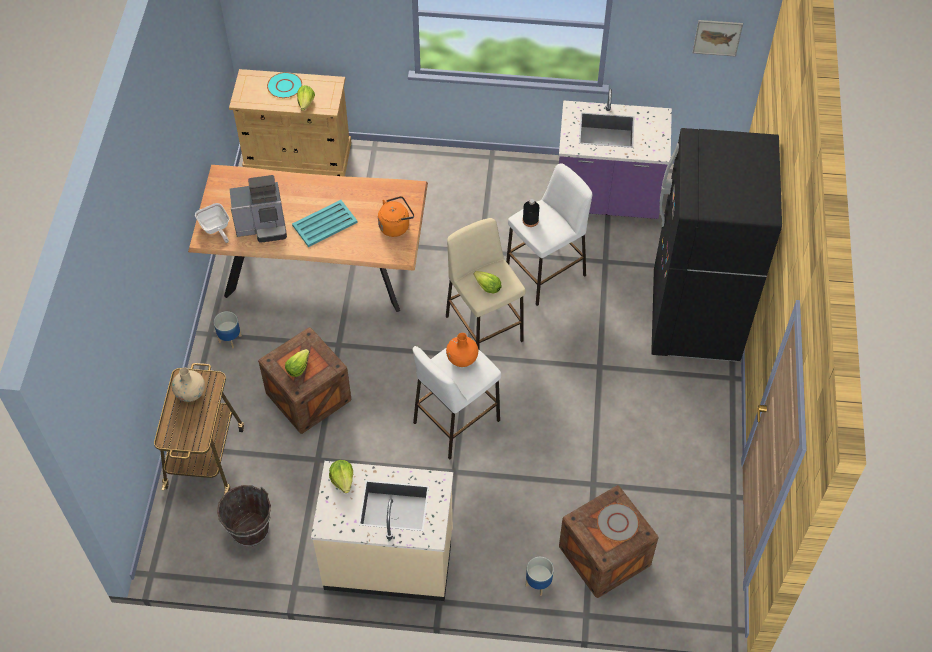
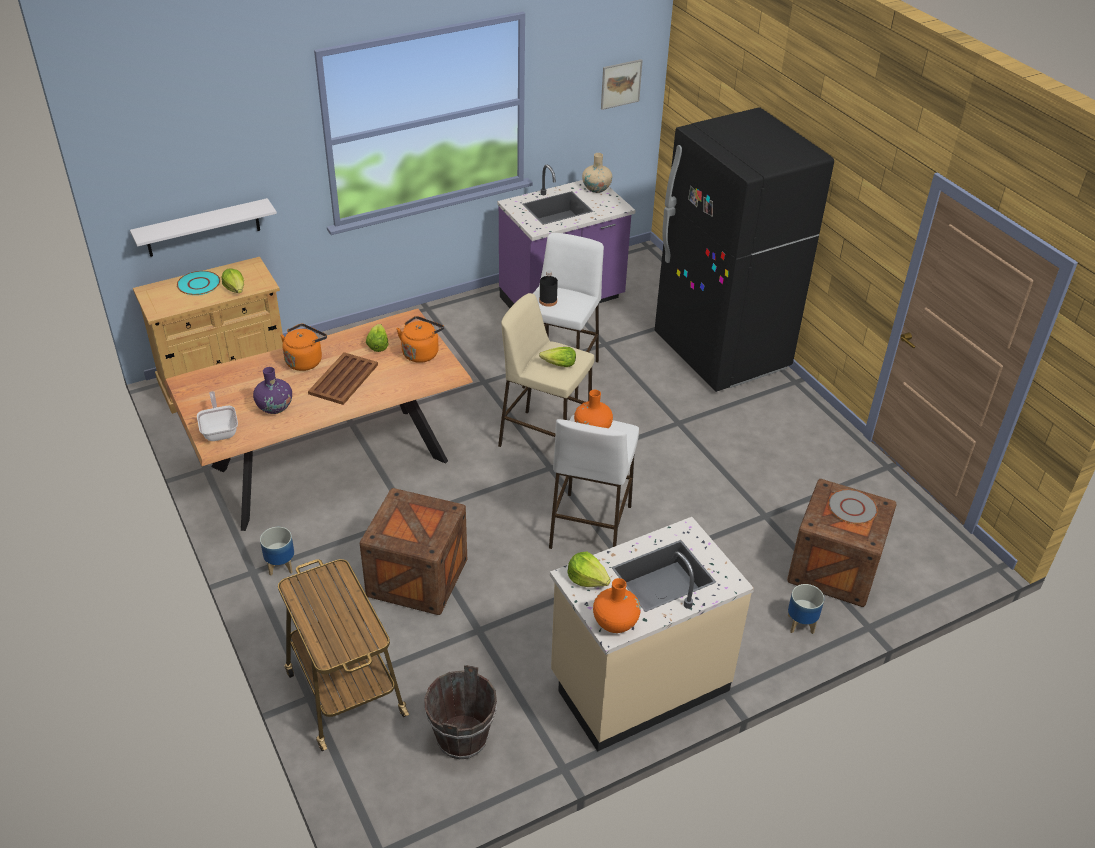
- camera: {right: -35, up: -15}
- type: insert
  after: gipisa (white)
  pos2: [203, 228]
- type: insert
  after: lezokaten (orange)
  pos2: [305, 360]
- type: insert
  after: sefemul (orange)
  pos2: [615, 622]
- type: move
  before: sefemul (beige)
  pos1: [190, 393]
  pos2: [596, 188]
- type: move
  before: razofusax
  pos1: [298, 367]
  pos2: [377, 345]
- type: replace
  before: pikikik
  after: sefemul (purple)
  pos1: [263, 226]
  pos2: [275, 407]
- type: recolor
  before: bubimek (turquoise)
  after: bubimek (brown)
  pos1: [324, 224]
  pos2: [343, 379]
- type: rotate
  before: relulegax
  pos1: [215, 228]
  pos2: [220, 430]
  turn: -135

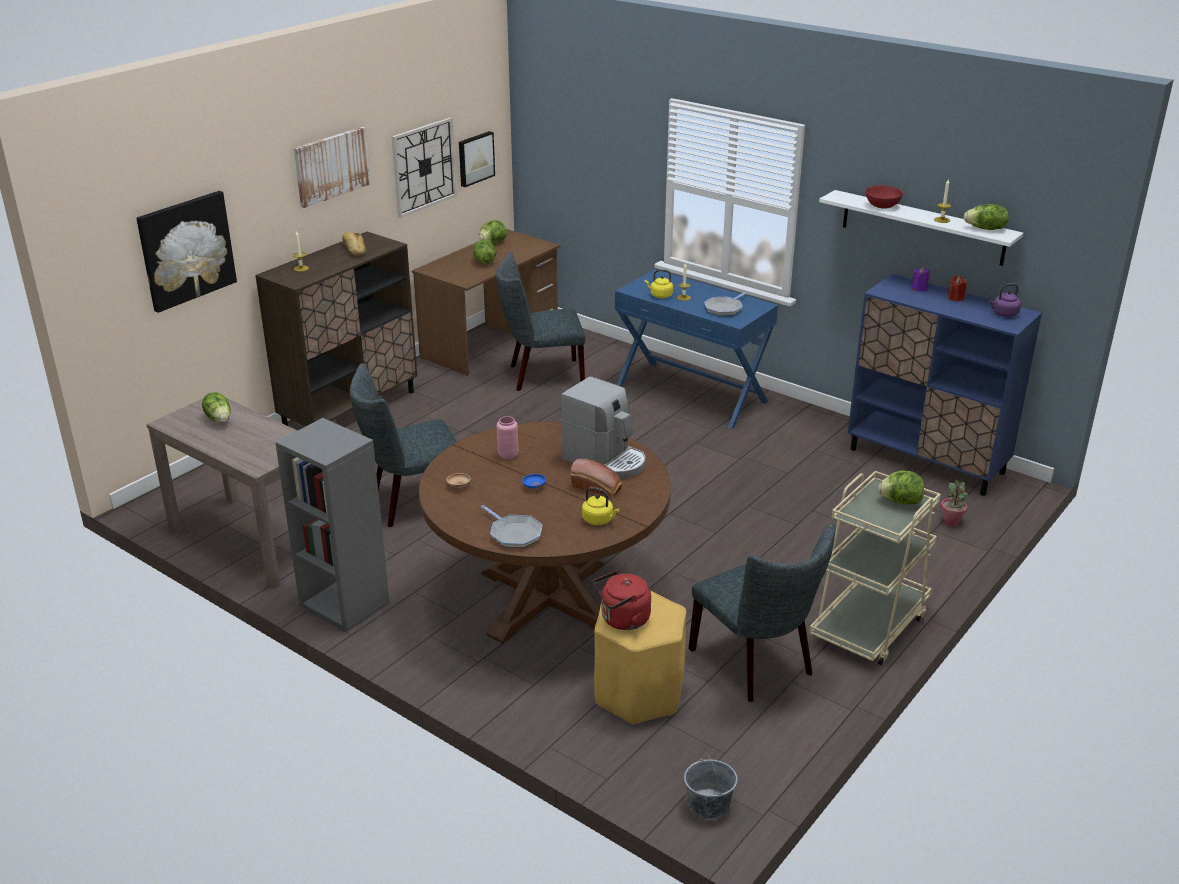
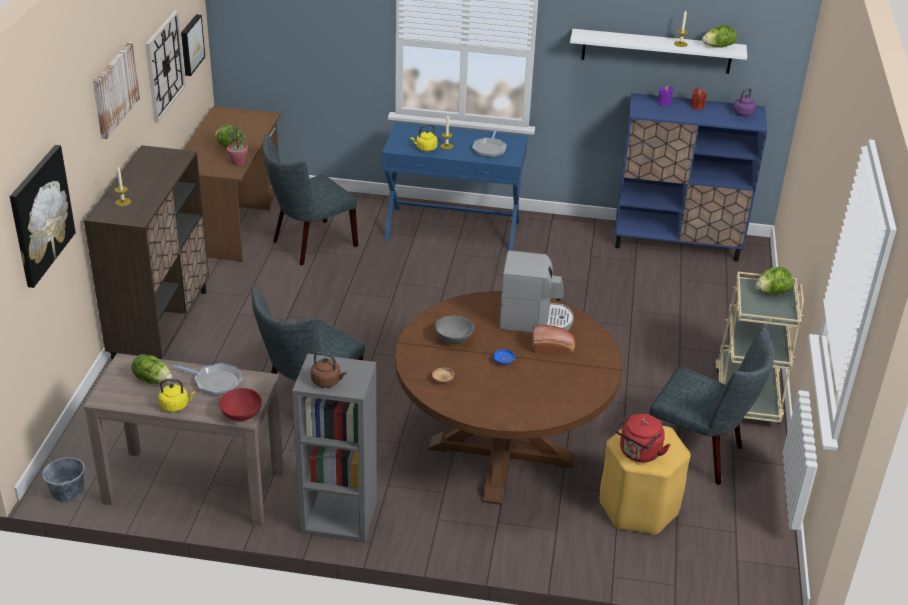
- camera: {right: -30, up: 5}
- type: delete
  before: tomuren
  pos1: [354, 249]
- type: delete
  before: razofusax
  pos1: [492, 243]
- type: insert
  after: lezokaten (brown)
  pos2: [327, 382]
- type: move
  before: relulegax
  pos1: [514, 534]
  pos2: [215, 382]
- type: move
  before: lezokaten (yellow)
  pos1: [599, 520]
  pos2: [176, 405]
- type: move
  before: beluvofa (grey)
  pos1: [709, 804]
  pos2: [67, 491]
- type: move
  before: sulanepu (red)
  pos1: [882, 206]
  pos2: [241, 415]
- type: move
  before: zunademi
  pos1: [951, 521]
  pos2: [238, 162]
- type: replace
  before: sefemul (pink)
  after: sulanepu (grey)
  pos1: [508, 455]
  pos2: [453, 339]

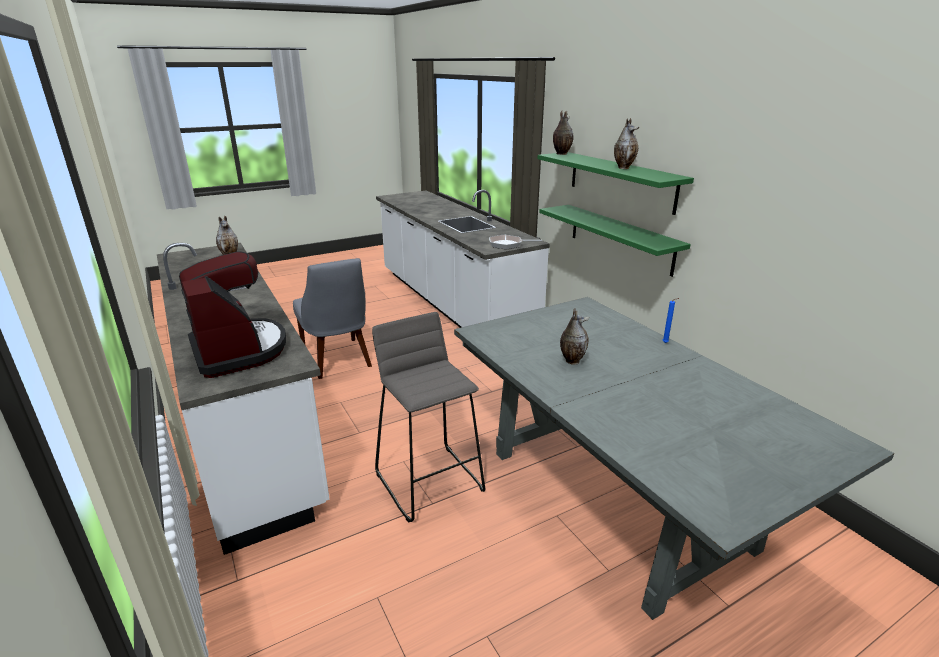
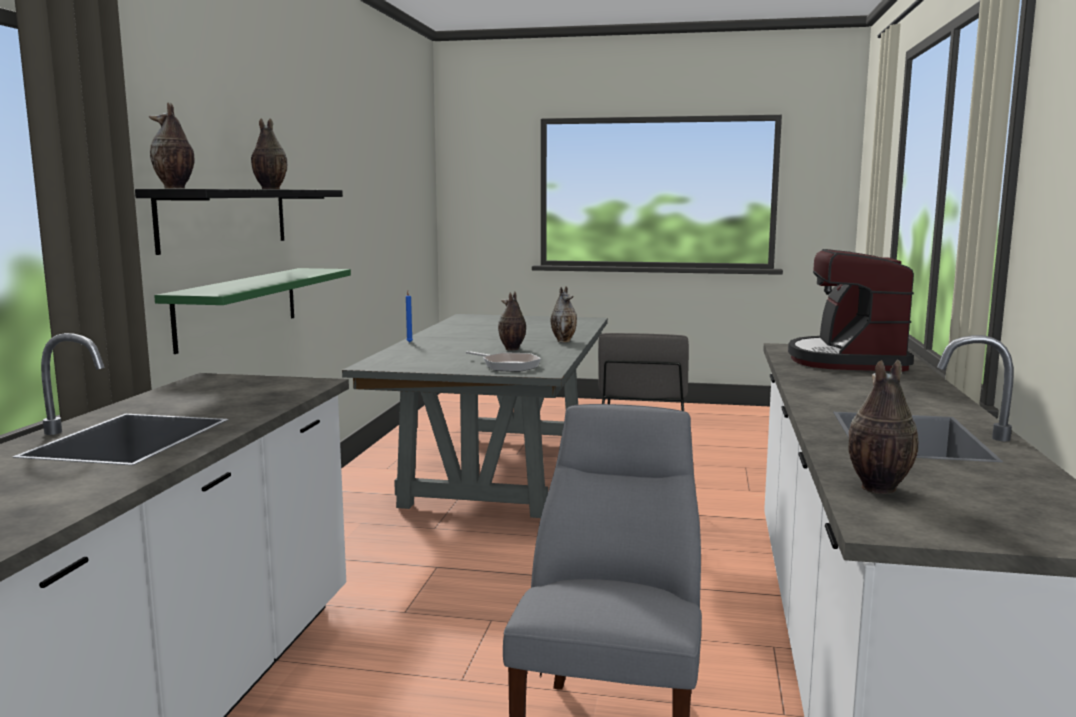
- camera: {right: -140, up: -15}
- type: insert
  after: sefemul
  pos2: [564, 341]
- type: move
  before: relulegax
  pos1: [508, 244]
  pos2: [507, 366]
- type: recolor
  before: gipisa (green)
  after: gipisa (black)
  pos1: [620, 181]
  pos2: [225, 218]

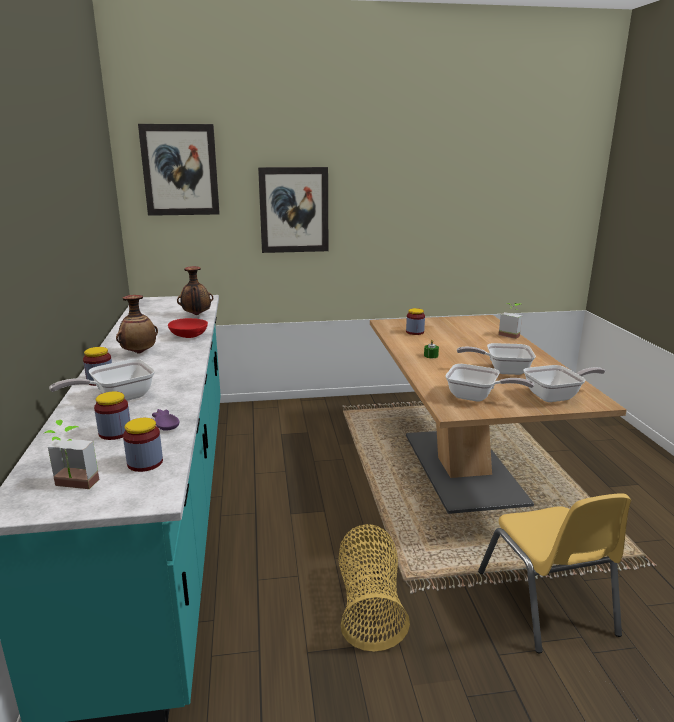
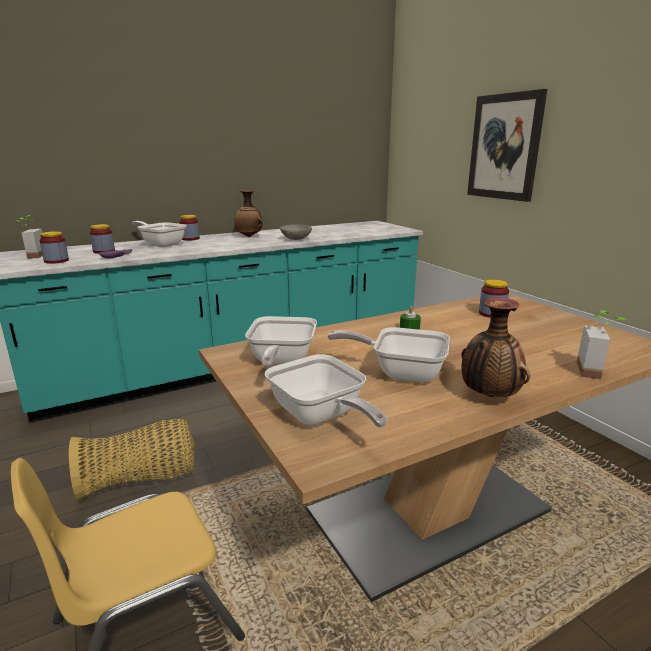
- camera: {right: 70, up: 0}
- type: delete
  before: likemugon
  pos1: [180, 170]
- type: move
  before: sefemul
  pos1: [196, 315]
  pos2: [488, 396]
- type: recolor
  before: sulanepu (red)
  after: sulanepu (grey)
  pos1: [189, 336]
  pos2: [296, 239]
- type: rotate
  before: relulegax
  pos1: [502, 370]
  pos2: [400, 372]
  turn: -60

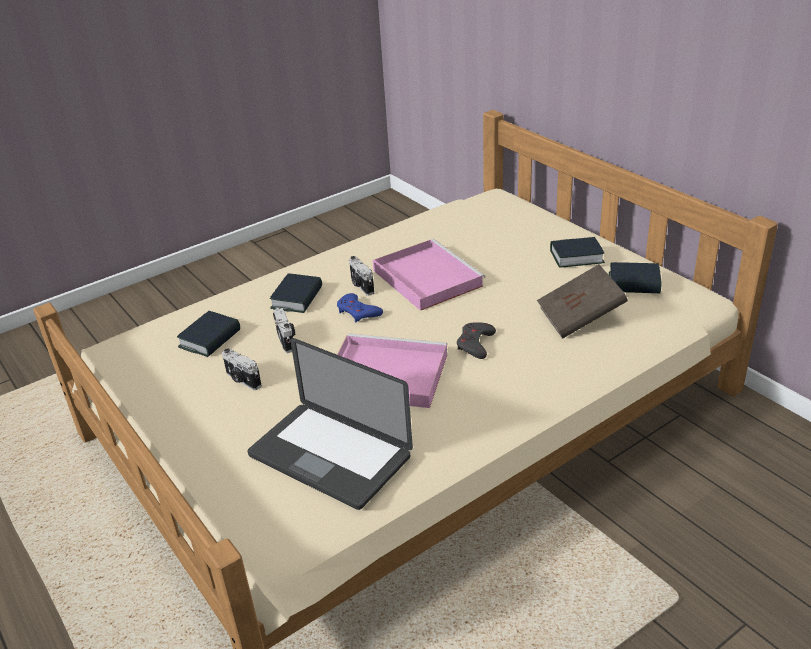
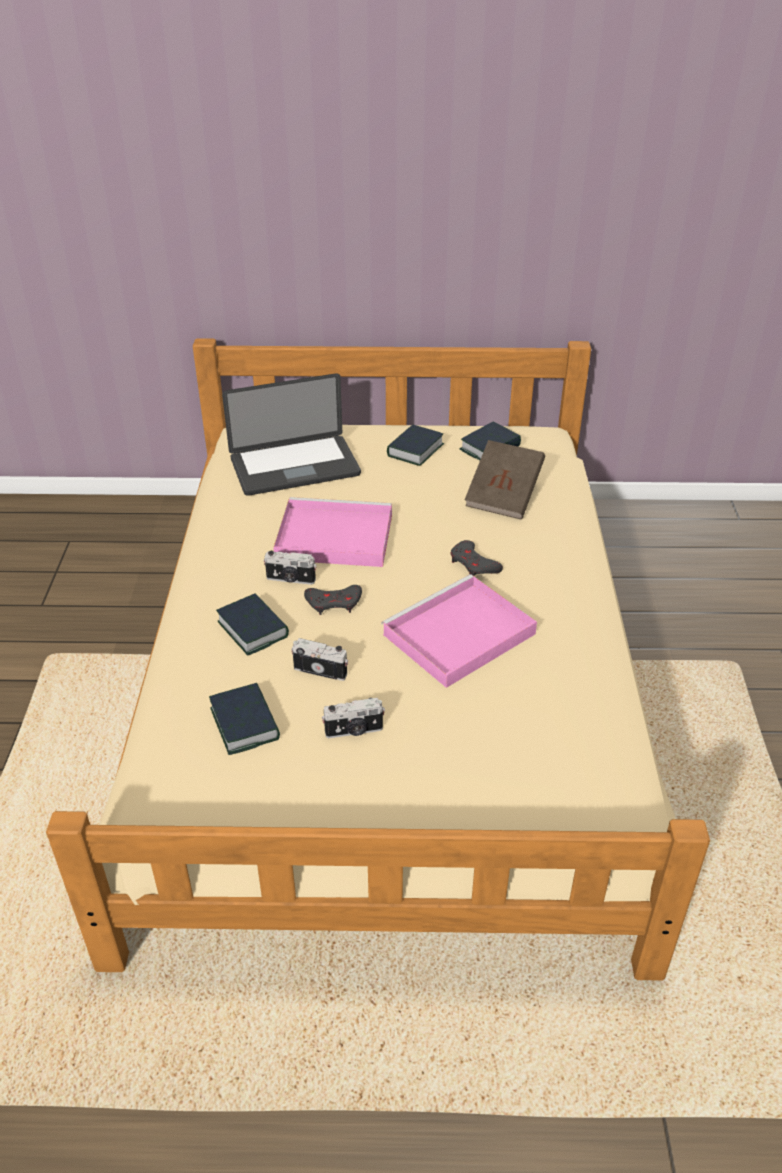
- camera: {right: -55, up: 5}
- type: move
  before: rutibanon
  pos1: [329, 456]
  pos2: [295, 467]
- type: recolor
  before: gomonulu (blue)
  after: gomonulu (grey)
  pos1: [358, 312]
  pos2: [334, 603]

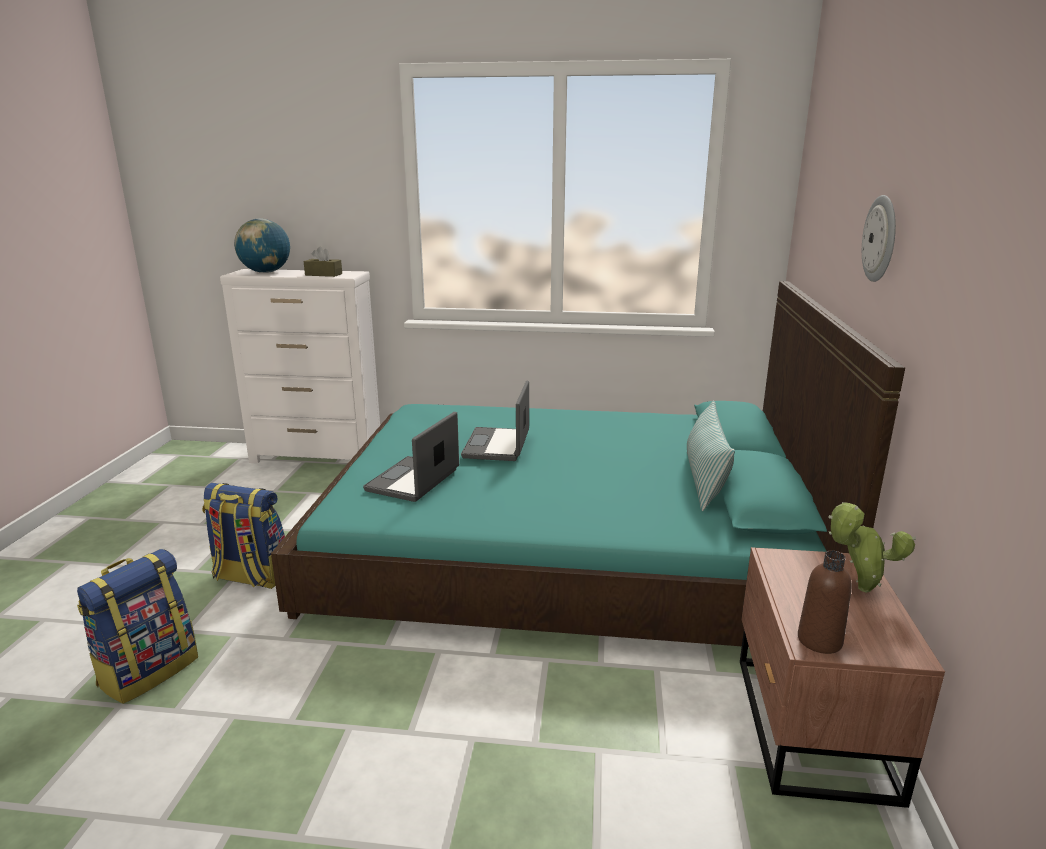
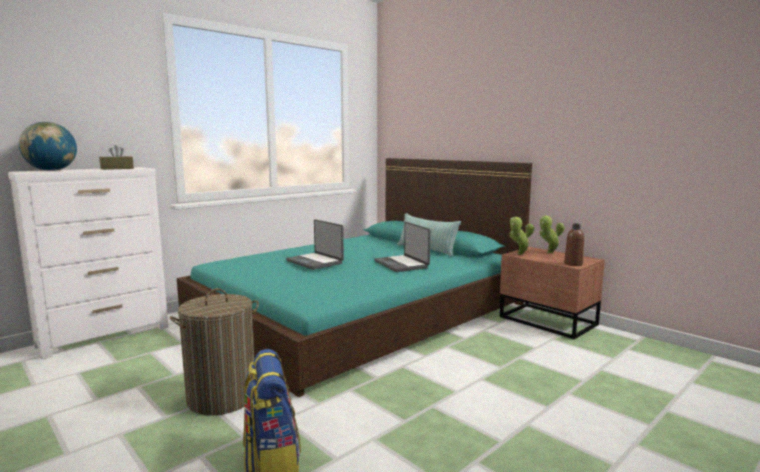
- camera: {right: -50, up: -10}
- type: delete
  before: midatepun
  pos1: [881, 239]
- type: insert
  after: zunademi
  pos2: [519, 254]
- type: move
  before: rutibanon
  pos1: [414, 481]
  pos2: [402, 264]
- type: replace
  before: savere
  after: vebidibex
  pos1: [251, 577]
  pos2: [221, 397]

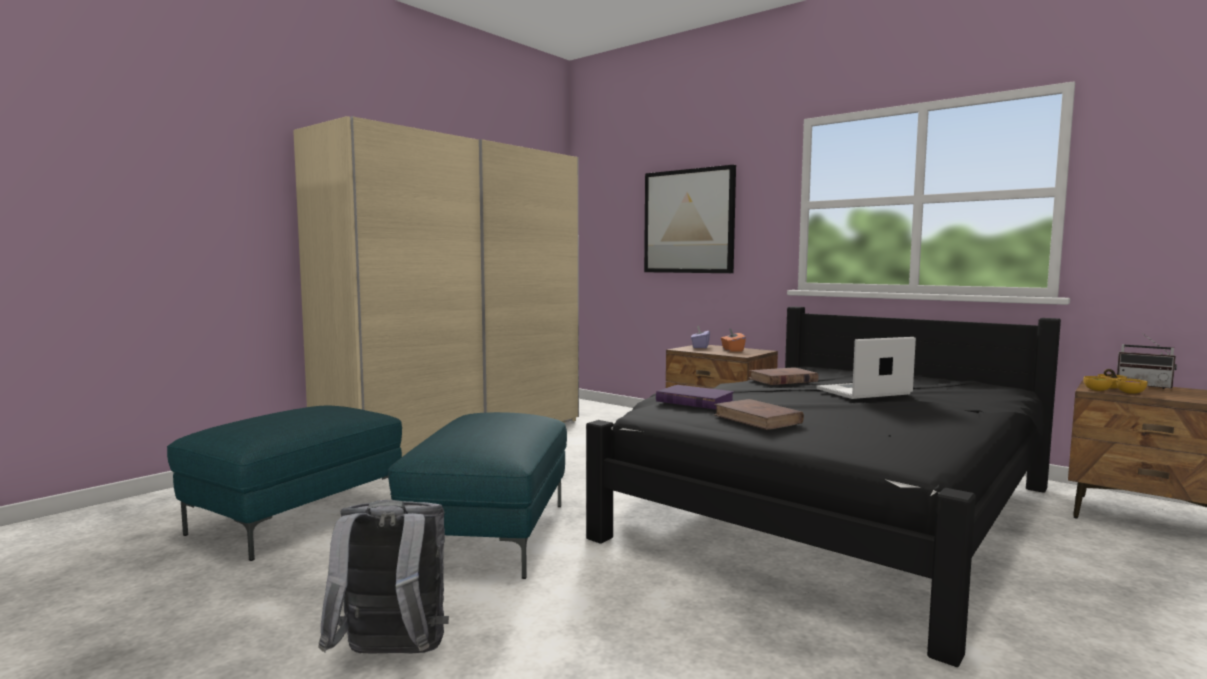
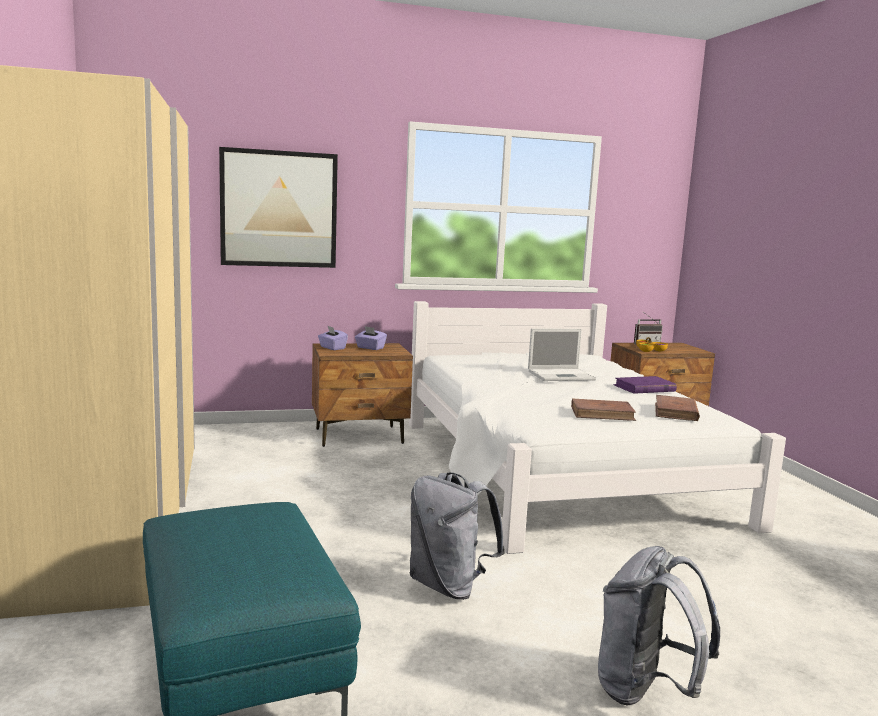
- camera: {right: -55, up: 5}
- type: move
  before: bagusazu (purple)
  pos1: [694, 401]
  pos2: [644, 388]
- type: move
  before: bagusazu (brown)
  pos1: [782, 380]
  pos2: [675, 412]
- type: replace
  before: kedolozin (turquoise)
  after: savere (grey)
  pos1: [491, 535]
  pos2: [449, 586]
- type: recolor
  before: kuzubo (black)
  after: kuzubo (white)
  pos1: [836, 511]
  pos2: [558, 471]
- type: recolor
  before: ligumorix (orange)
  after: ligumorix (purple)
  pos1: [732, 350]
  pos2: [370, 348]
- type: rotate
  before: rutibanon
  pos1: [862, 392]
  pos2: [562, 375]
  turn: -120

